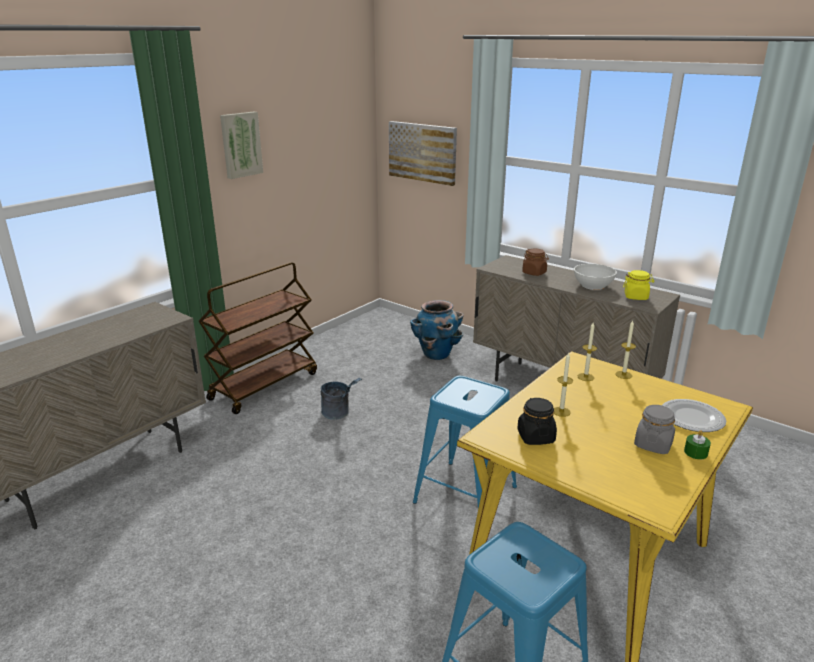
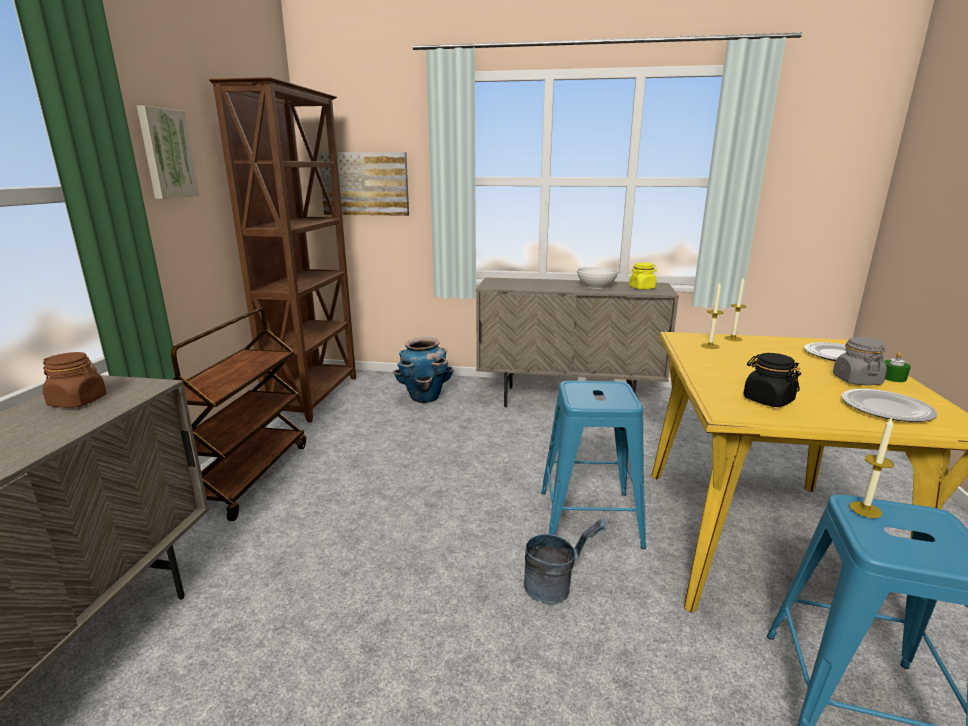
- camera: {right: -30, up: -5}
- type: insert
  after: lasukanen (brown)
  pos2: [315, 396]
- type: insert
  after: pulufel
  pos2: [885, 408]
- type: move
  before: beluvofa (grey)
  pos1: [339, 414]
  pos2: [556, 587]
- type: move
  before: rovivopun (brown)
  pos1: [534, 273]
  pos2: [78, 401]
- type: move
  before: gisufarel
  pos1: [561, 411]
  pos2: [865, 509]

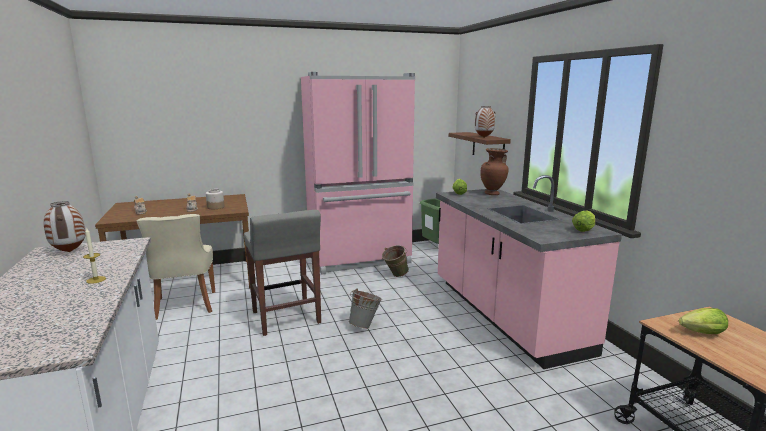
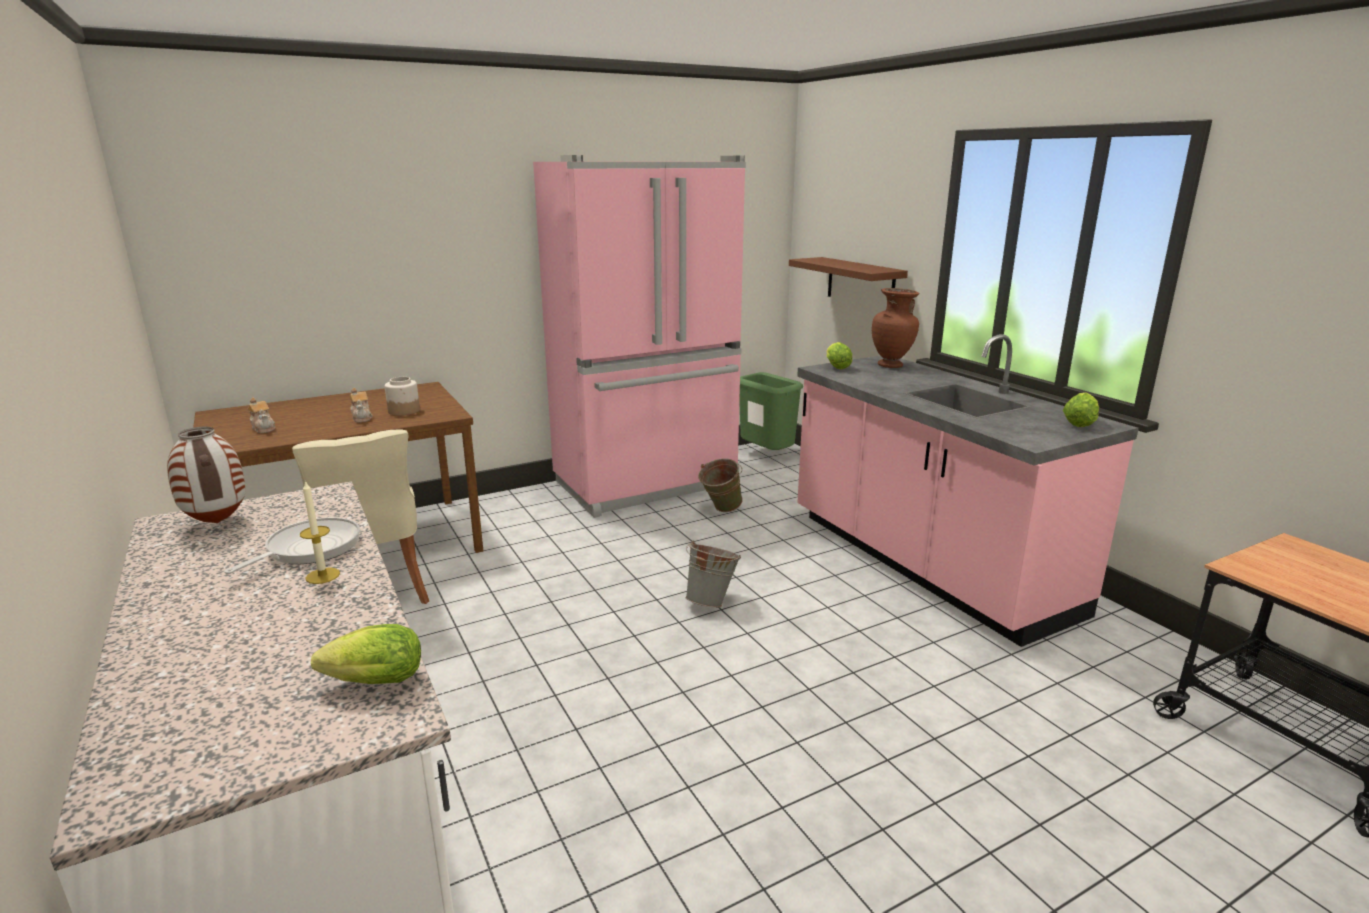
- camera: {right: -10, up: 5}
- type: delete
  before: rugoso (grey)
  pos1: [286, 318]
- type: delete
  before: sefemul
  pos1: [483, 137]
- type: insert
  after: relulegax
  pos2: [309, 549]
- type: move
  before: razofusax
  pos1: [699, 333]
  pos2: [370, 683]

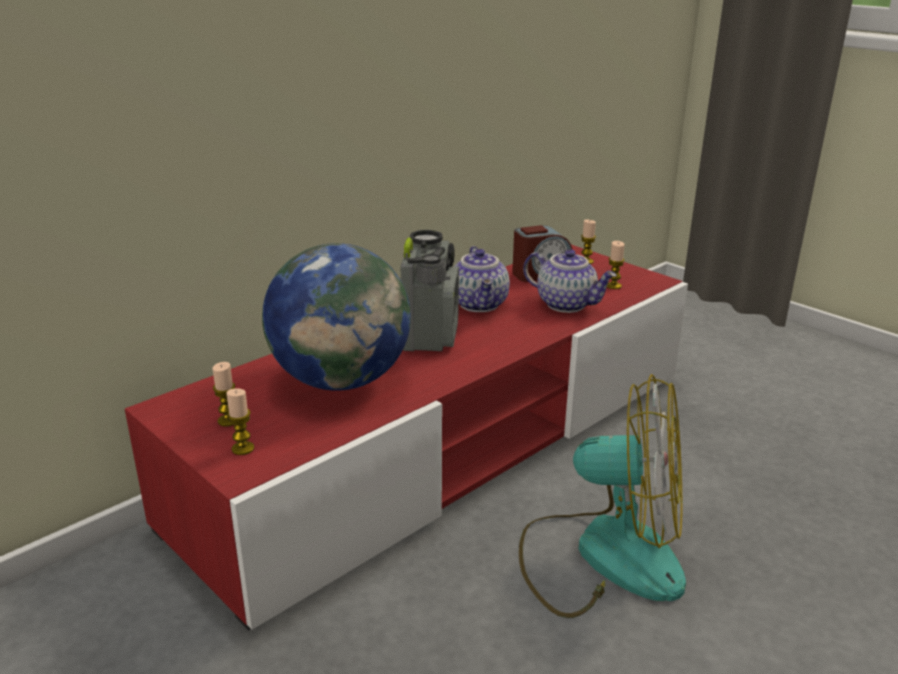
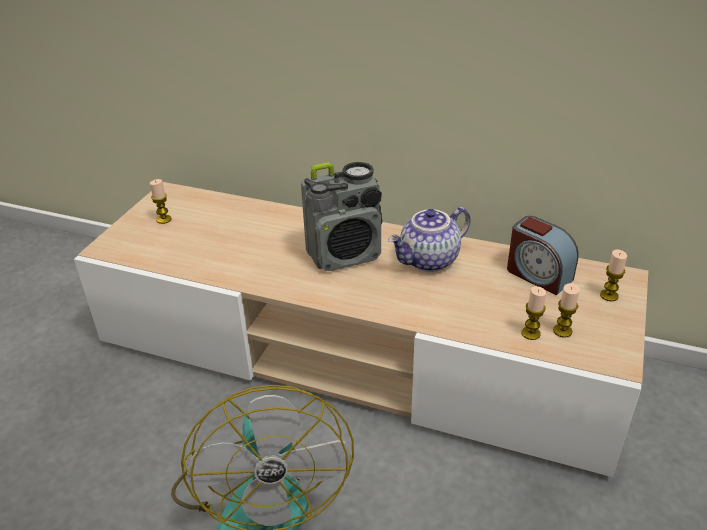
- camera: {right: 65, up: 10}
- type: delete
  before: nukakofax
  pos1: [341, 380]
- type: delete
  before: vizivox
  pos1: [567, 304]
- type: move
  before: gisufarel
  pos1: [243, 448]
  pos2: [530, 333]
- type: recolor
  before: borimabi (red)
  after: borimabi (beige)
  pos1: [448, 445]
  pos2: [355, 353]

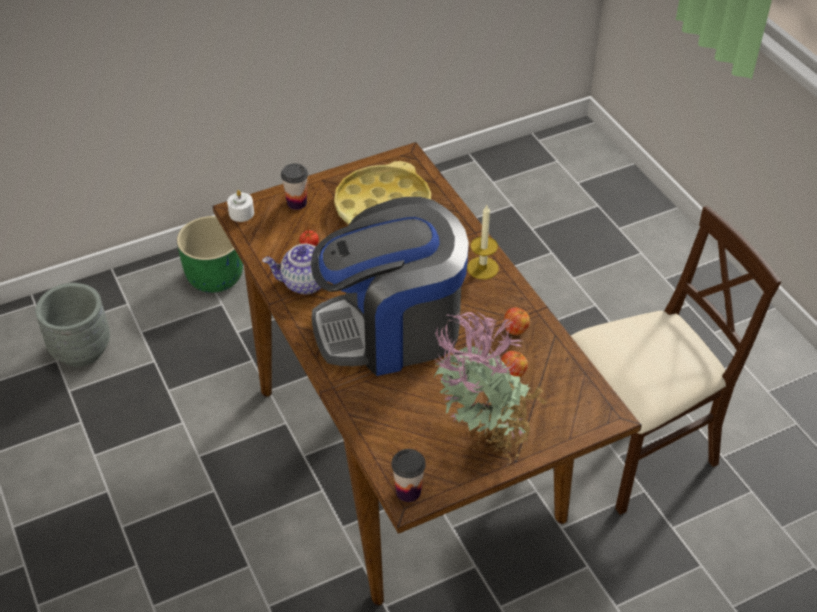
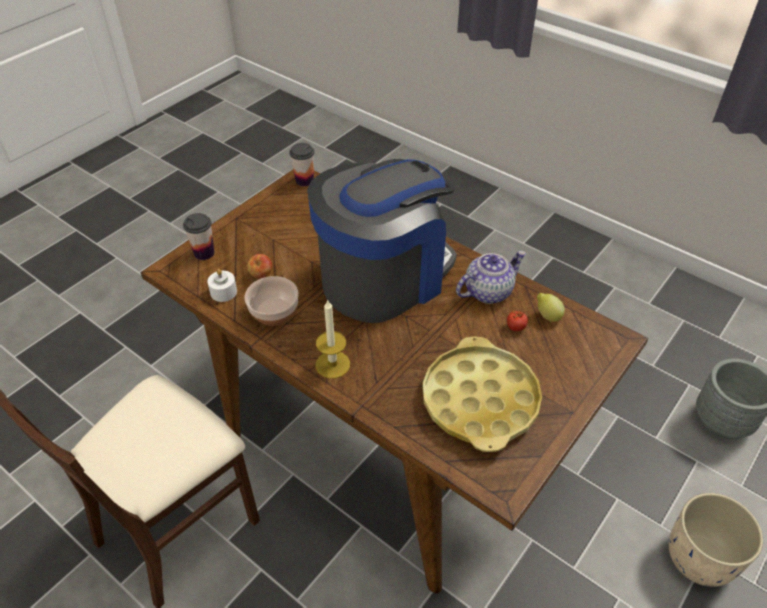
- camera: {right: 155, up: 0}
- type: delete
  before: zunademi
  pos1: [482, 442]
- type: insert
  after: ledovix
  pos2: [547, 316]
- type: move
  before: gisufarel (white)
  pos1: [241, 213]
  pos2: [223, 292]
- type: move
  before: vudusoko
  pos1: [297, 203]
  pos2: [204, 253]
- type: replace
  before: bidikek
  after: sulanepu
  pos1: [515, 330]
  pos2: [273, 312]
- type: recolor
  before: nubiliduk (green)
  after: nubiliduk (beige)
  pos1: [215, 276]
  pos2: [701, 558]

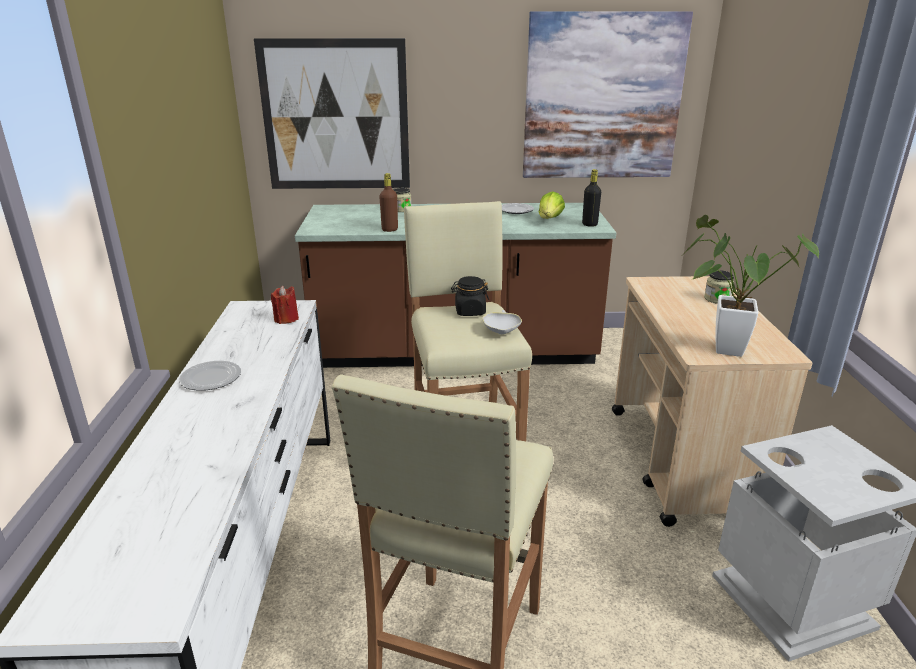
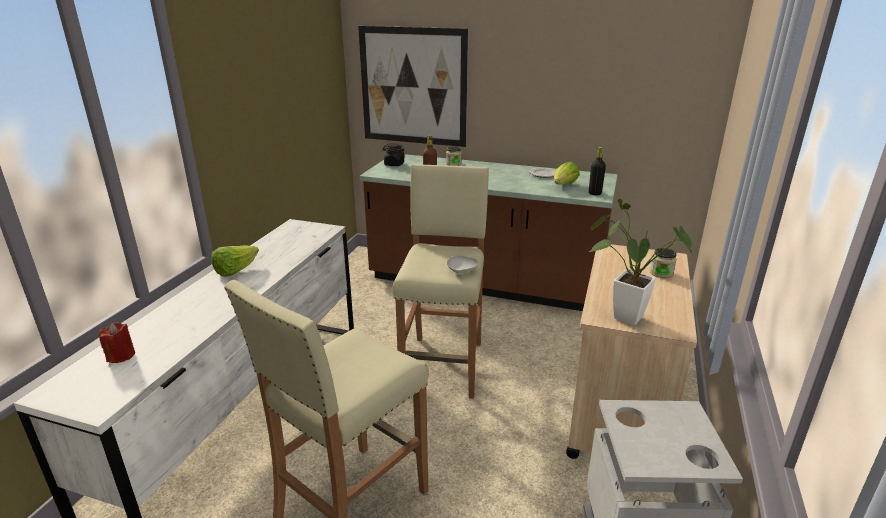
- camera: {right: 20, up: 0}
- type: delete
  before: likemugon
  pos1: [602, 98]
- type: move
  before: gisufarel (red)
  pos1: [286, 319]
  pos2: [121, 356]
- type: move
  before: rovivopun (black)
  pos1: [470, 311]
  pos2: [394, 164]
- type: replace
  before: pulufel
  after: razofusax
  pos1: [210, 379]
  pos2: [235, 271]

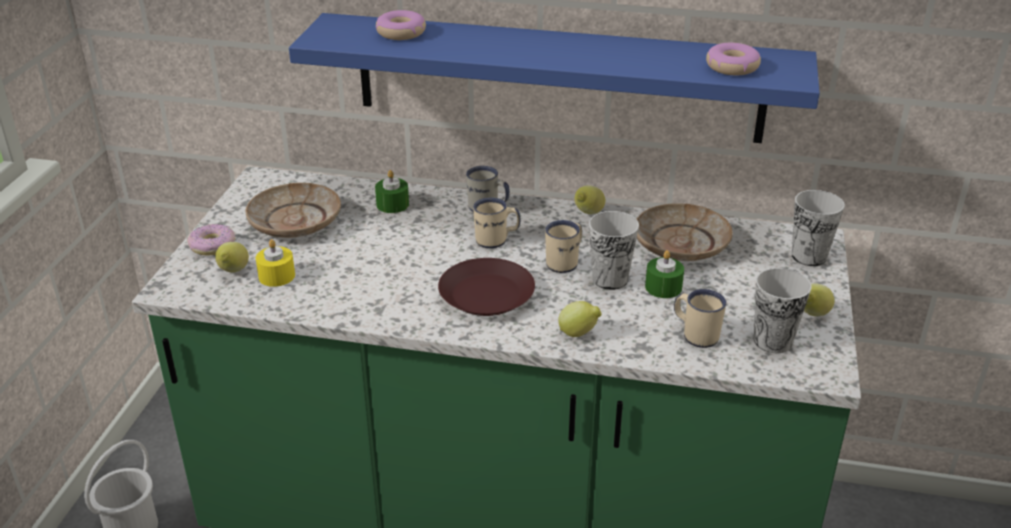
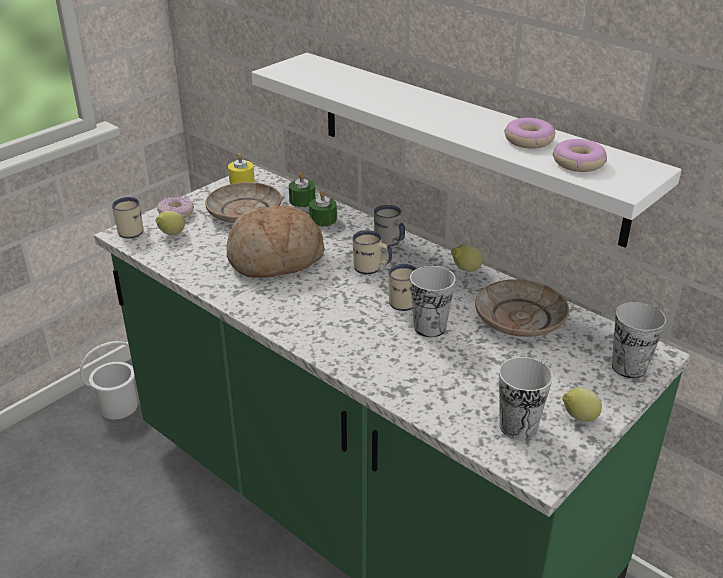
- camera: {right: 30, up: 0}
- type: delete
  before: pulufel (brown)
  pos1: [486, 296]
- type: delete
  before: ledovix
  pos1: [579, 334]
- type: insert
  after: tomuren
  pos2: [275, 259]
- type: move
  before: gisufarel (yellow)
  pos1: [276, 276]
  pos2: [241, 180]
- type: move
  before: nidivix
  pos1: [401, 33]
  pos2: [529, 140]
- type: move
  before: gisufarel (green)
  pos1: [663, 287]
  pos2: [302, 200]
- type: move
  before: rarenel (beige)
  pos1: [695, 334]
  pos2: [131, 230]
- type: recolor
  before: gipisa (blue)
  after: gipisa (white)
  pos1: [557, 78]
  pos2: [464, 144]

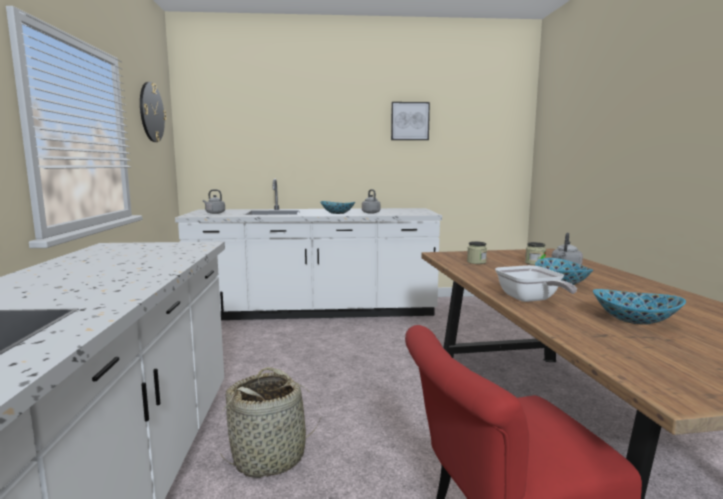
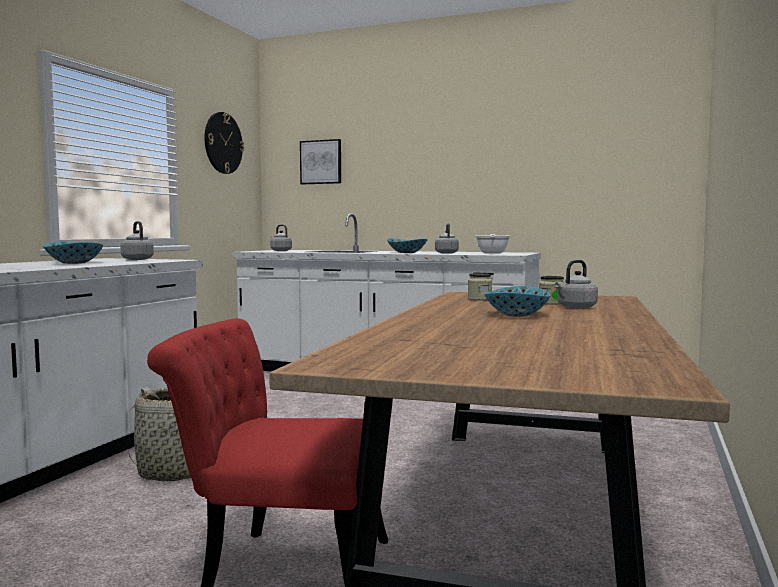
- camera: {right: 25, up: -5}
- type: insert
  after: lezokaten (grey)
  pos2: [137, 259]
- type: move
  before: likemugon
  pos1: [410, 121]
  pos2: [321, 162]
- type: move
  before: relulegax
  pos1: [530, 300]
  pos2: [492, 253]
- type: move
  before: sulanepu
  pos1: [634, 320]
  pos2: [74, 263]

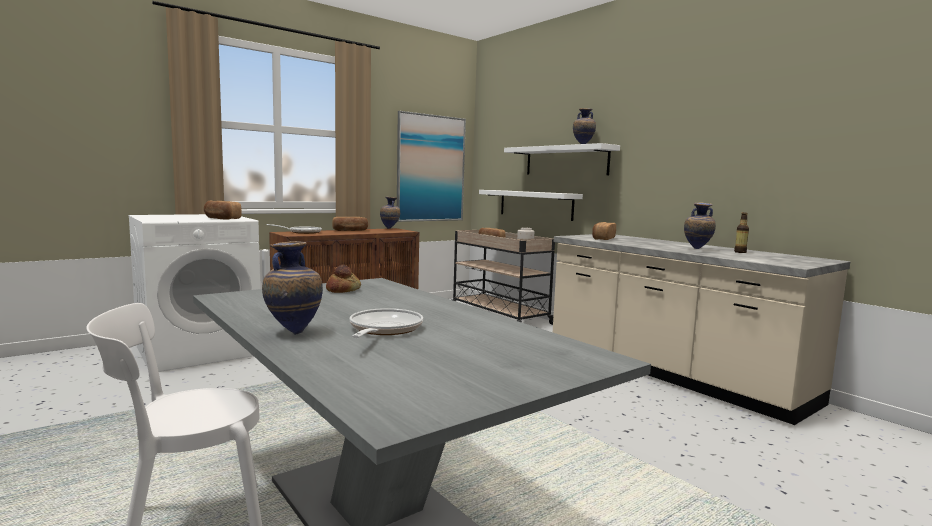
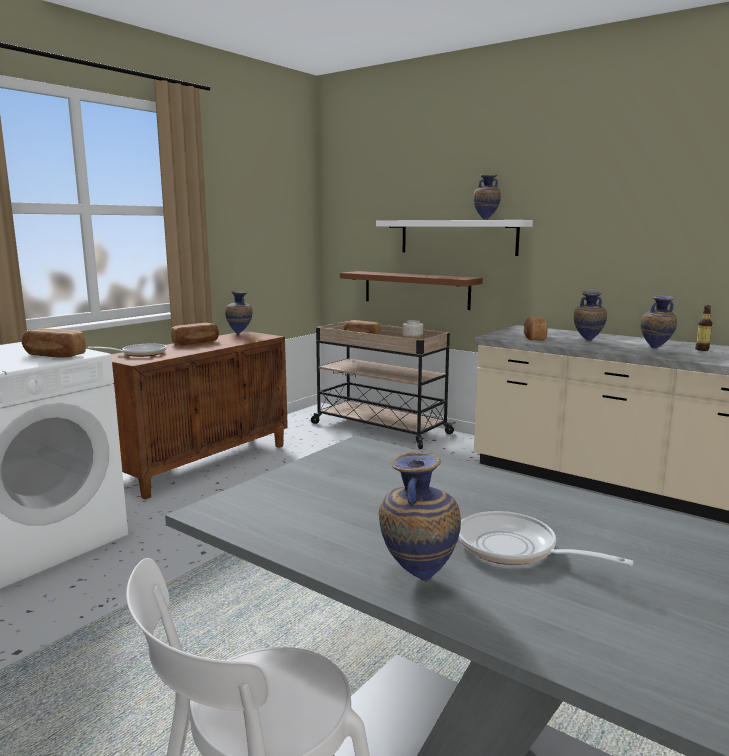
- camera: {right: -15, up: 5}
- type: delete
  before: tomuren
  pos1: [343, 290]
- type: delete
  before: likemugon
  pos1: [431, 168]
- type: insert
  after: sefemul
  pos2: [587, 341]
- type: recolor
  before: gipisa (white)
  after: gipisa (brown)
  pos1: [535, 204]
  pos2: [416, 289]
- type: rotate
  before: relulegax
  pos1: [383, 330]
  pos2: [514, 549]
  turn: -45

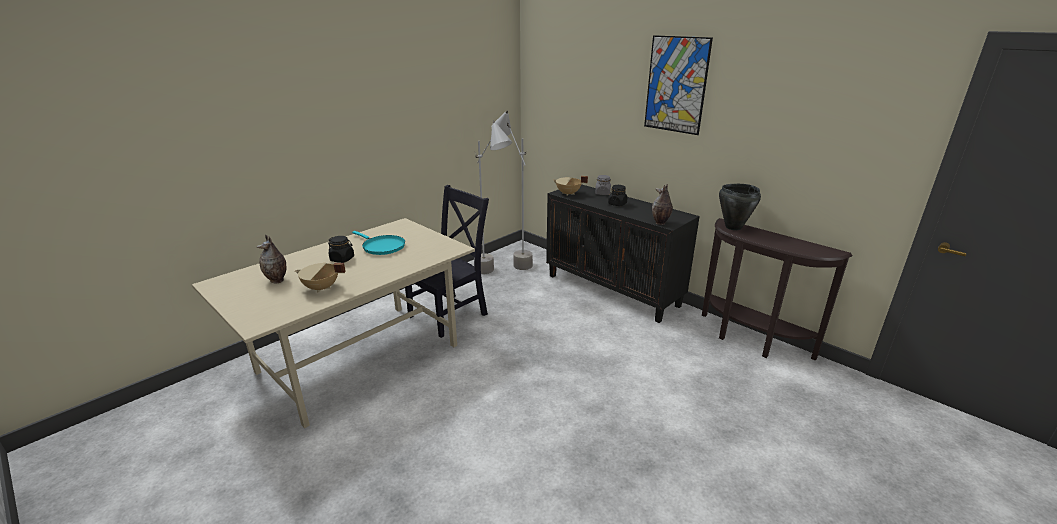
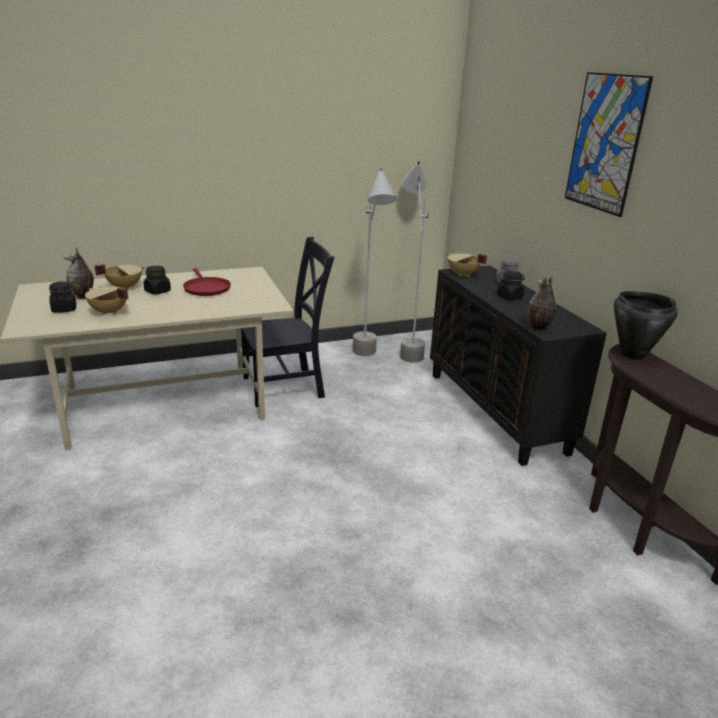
- camera: {right: 25, up: 0}
- type: insert
  after: rovivopun (black)
  pos2: [64, 309]
- type: insert
  after: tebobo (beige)
  pos2: [124, 287]
- type: recolor
  before: relulegax (turquoise)
  after: relulegax (red)
  pos1: [382, 247]
  pos2: [206, 288]

